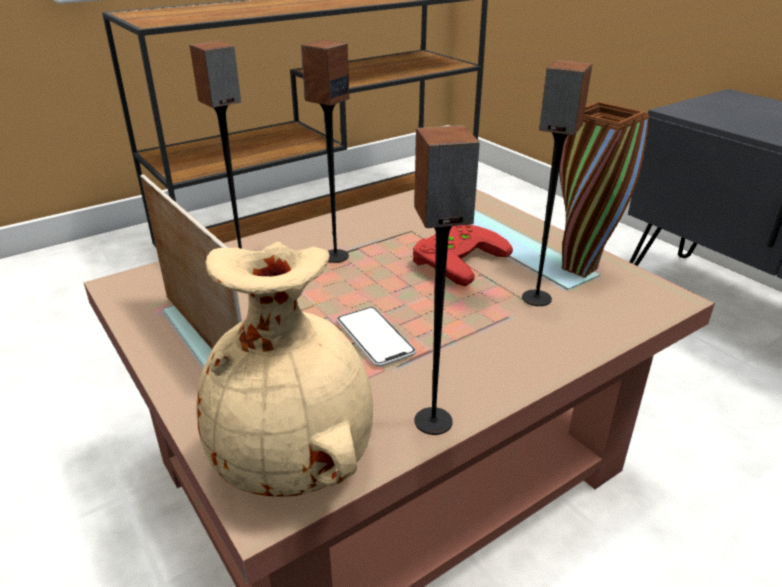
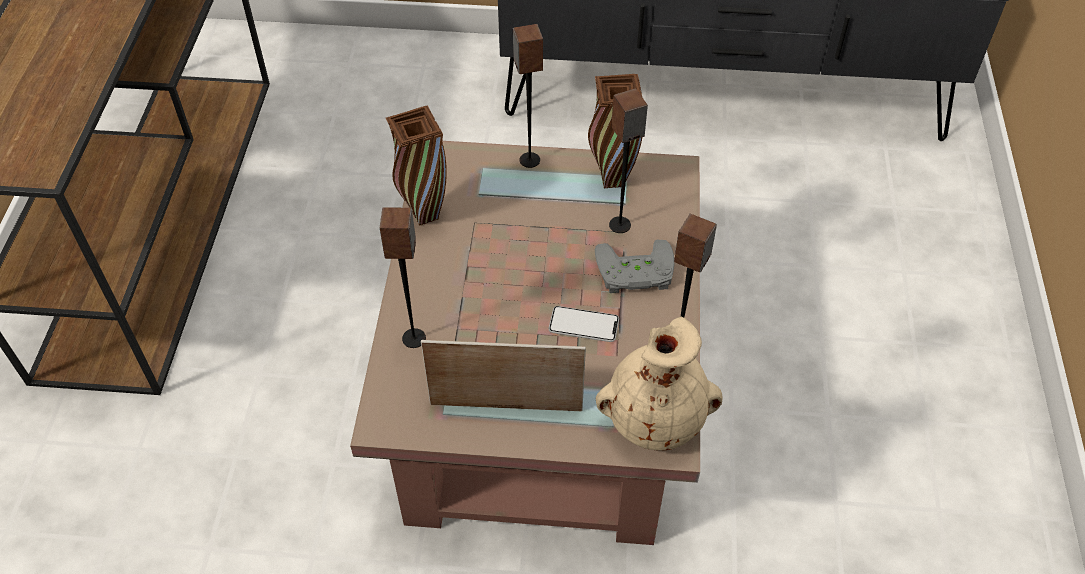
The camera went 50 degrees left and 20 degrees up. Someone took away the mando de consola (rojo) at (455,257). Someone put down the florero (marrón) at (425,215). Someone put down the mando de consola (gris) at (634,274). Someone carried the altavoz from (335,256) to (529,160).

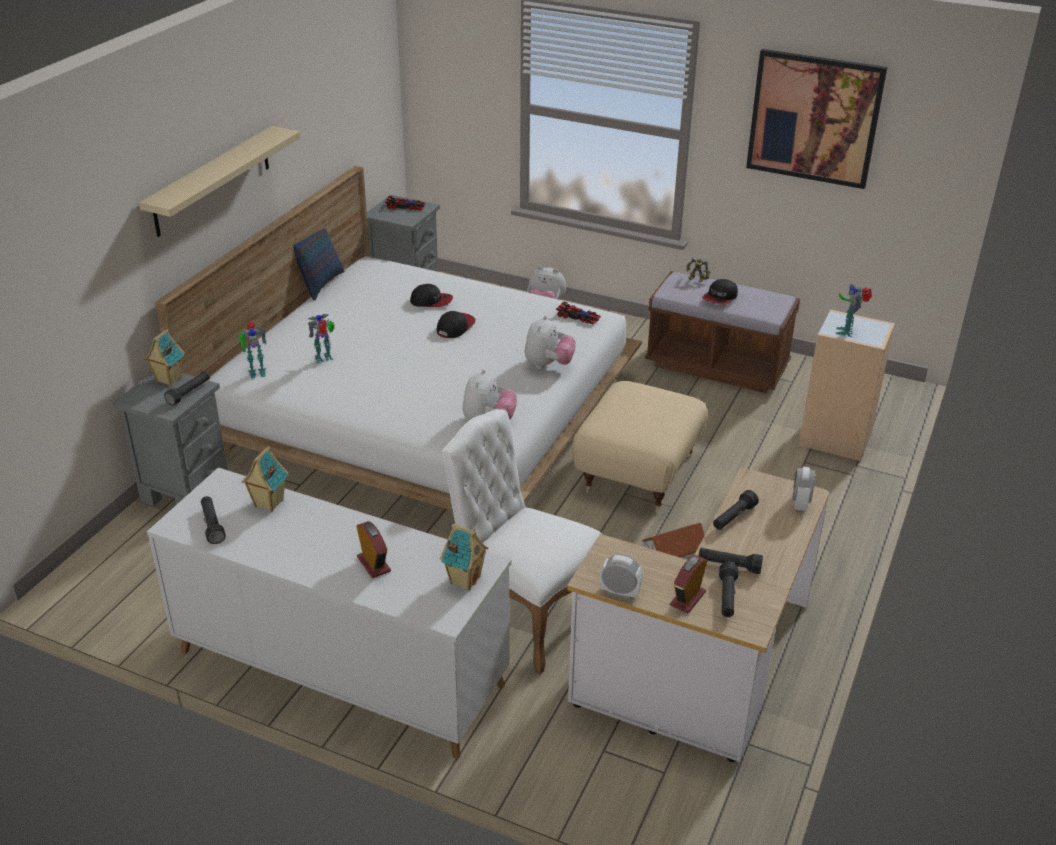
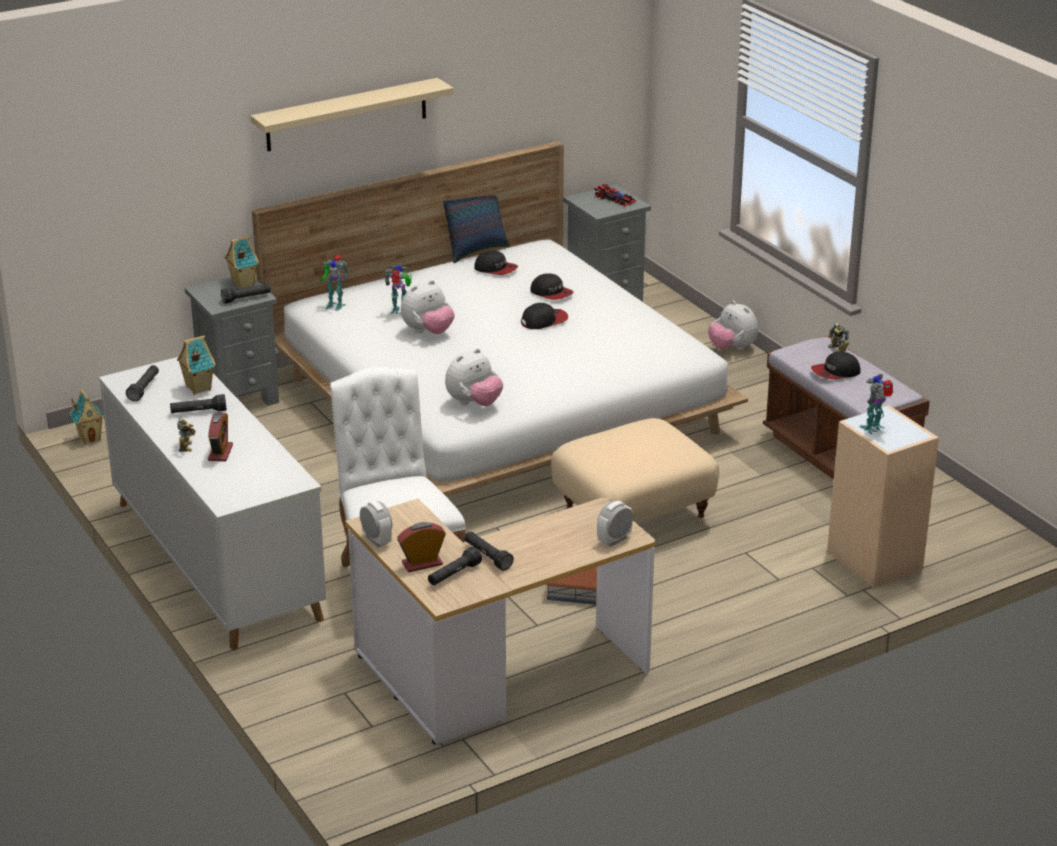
The camera went 35 degrees right and 5 degrees down. Someone took away the coche de juguete at (578,316). Someone took away the cuadro at (814,118). Someone put down the robot de juguete at (187,446). Someone put down the gorra at (496,269). Someone carried the casita from (464,579) to (90,438). Someone carried the peluche from (548,365) to (428,332). Someone carried the linterna (negro) from (733,518) to (198,412).

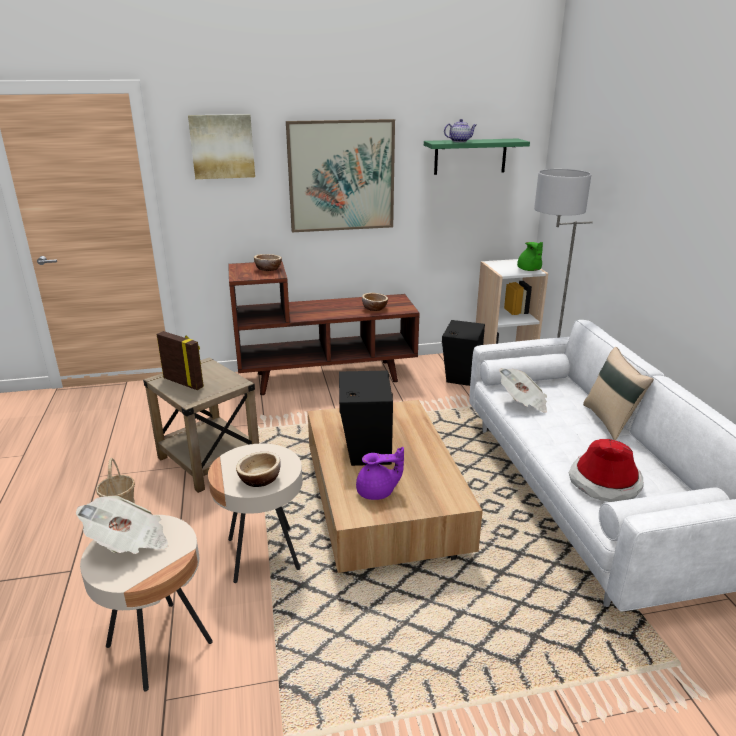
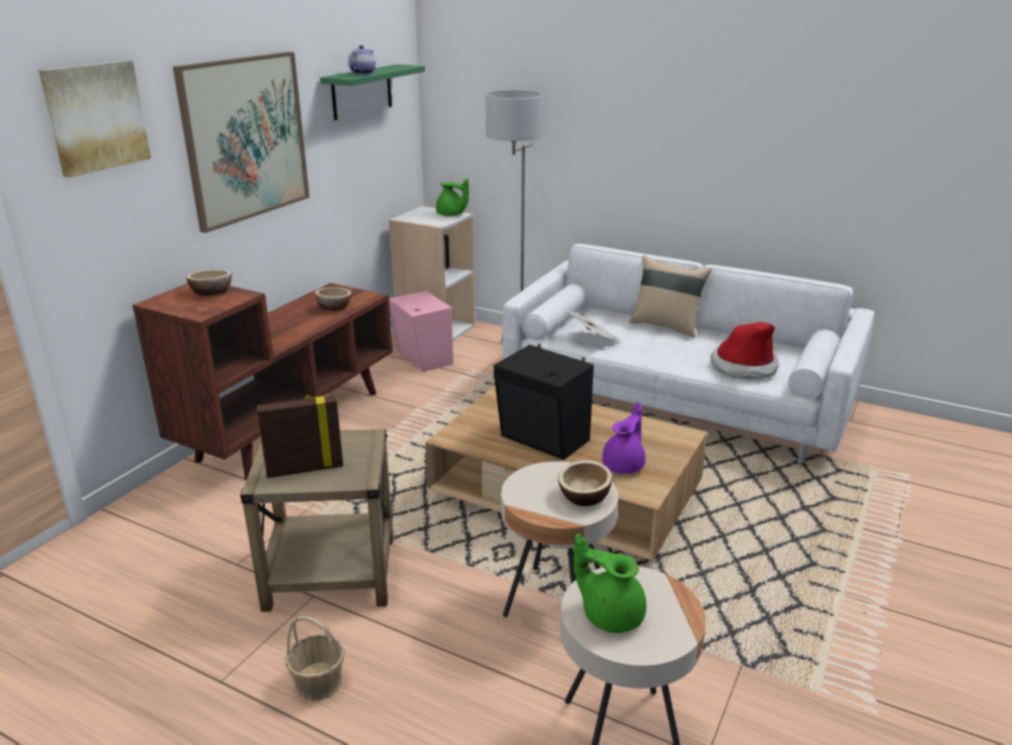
The camera went 50 degrees left and 0 degrees up. Someone swapped the periódico at (129,542) for the tetera (verde) at (610,614). Someone repainted the altavoz (negro) at (461,374), which became the altavoz (rosa) at (423,359).

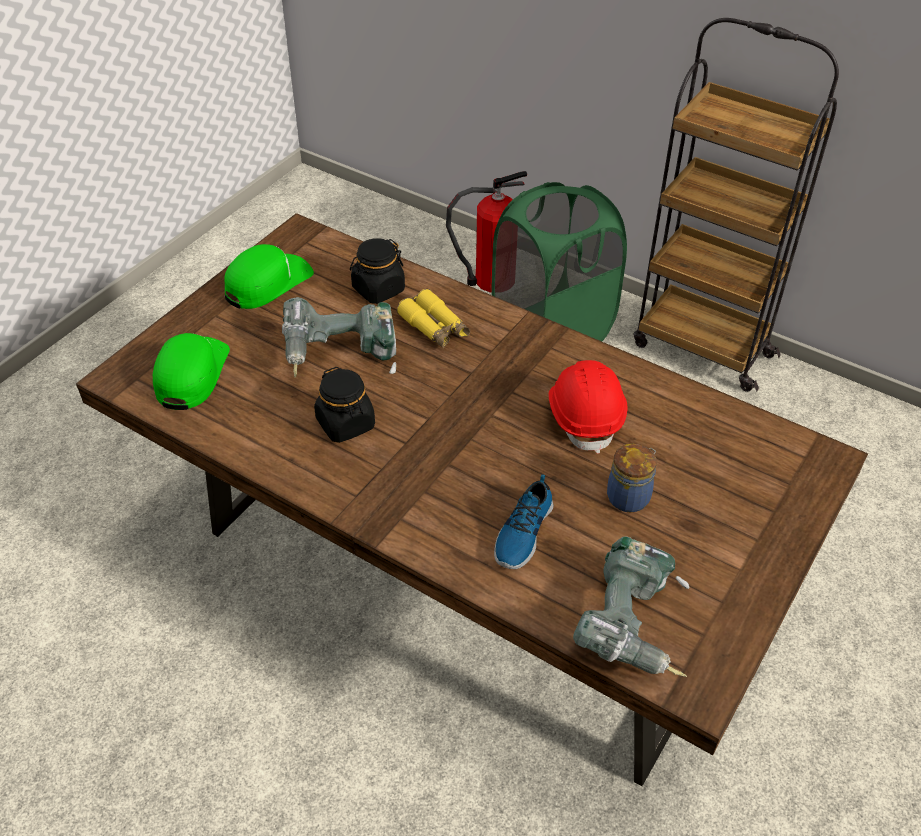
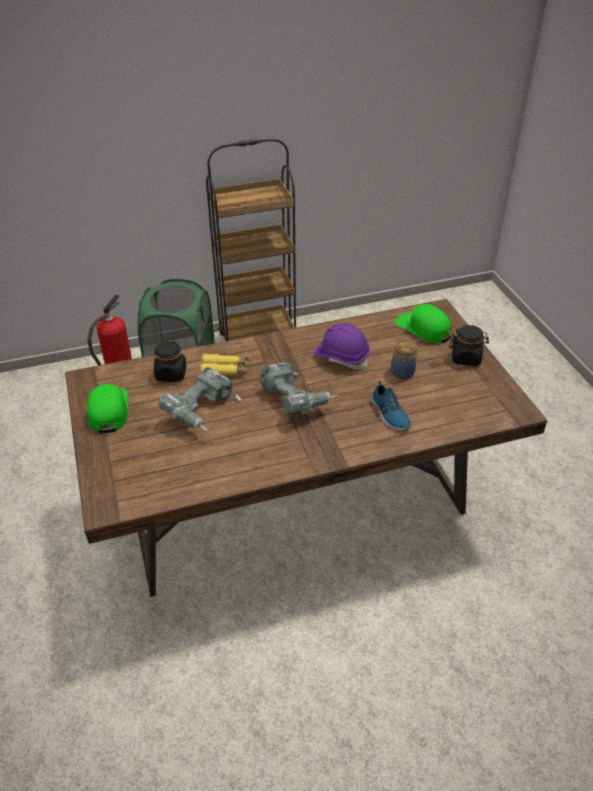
The camera went 50 degrees left and 5 degrees down. Someone carried the gorra (verde) from (191,374) to (423,328). Someone carried the tarro (negro) from (346,424) to (466,358). Someone carried the taladro from (635,626) to (296,400). Someone repainted the casco (rojo) at (585,416), which became the casco (morado) at (341,357).

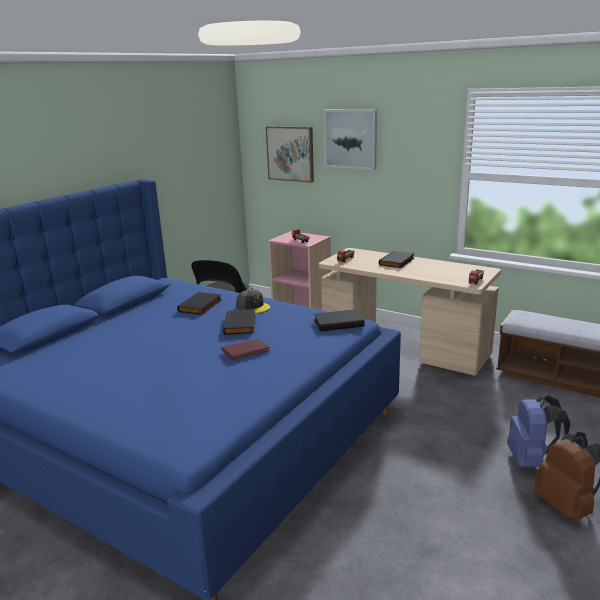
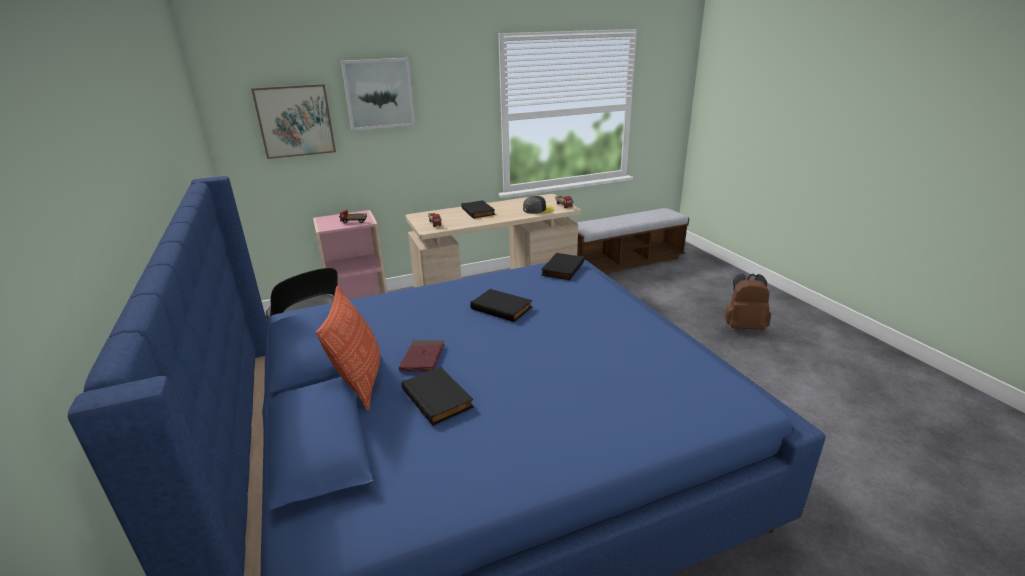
The camera went 55 degrees left and 5 degrees up. Someone took away the mochila (azul) at (531,461). Someone put down the cojín (naranja) at (360,382). Someone carried the libro (negro) from (201,306) to (439,398). Someone carried the libro (rojo) from (246,351) to (422,358). Someone carried the gorra (gris) from (253,306) to (537,210).

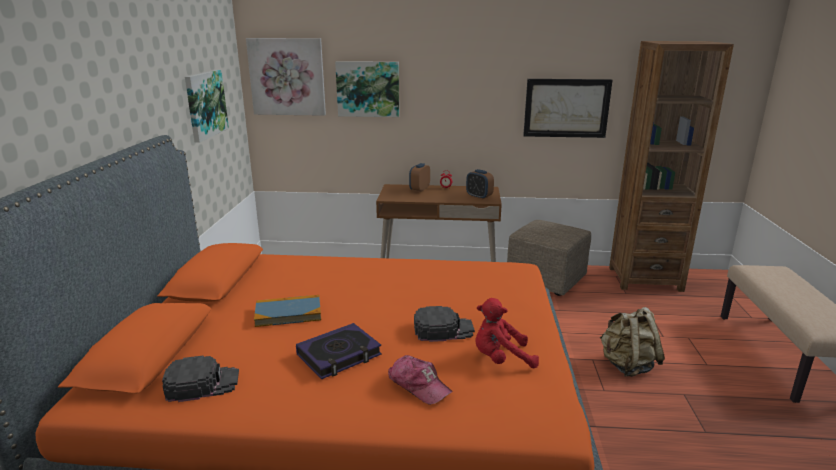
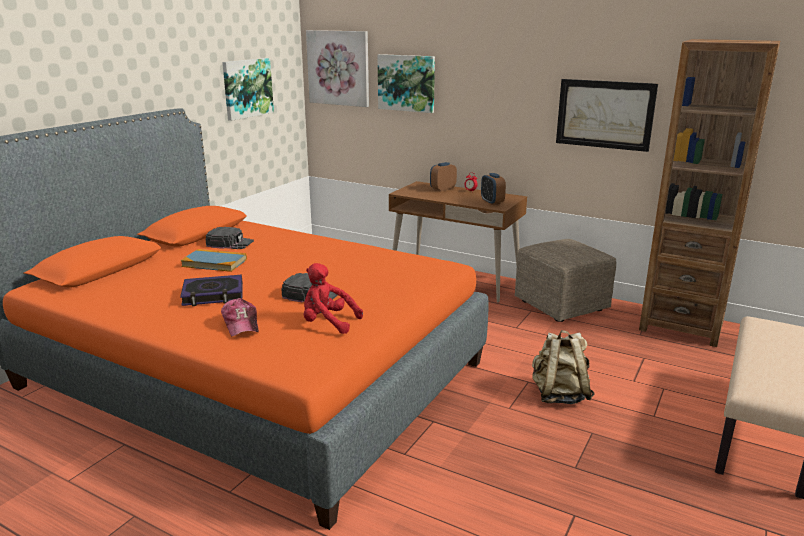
The camera went 25 degrees right and 0 degrees up. Someone carried the gorra (negro) from (202,383) to (230,243).

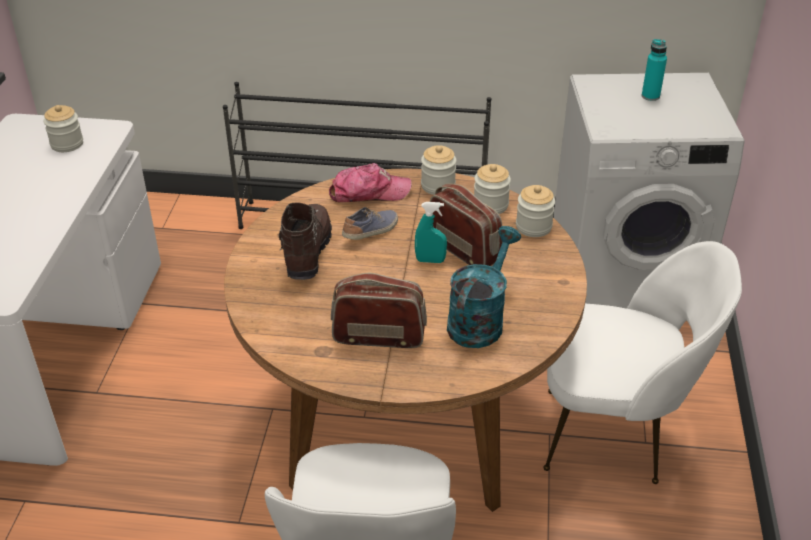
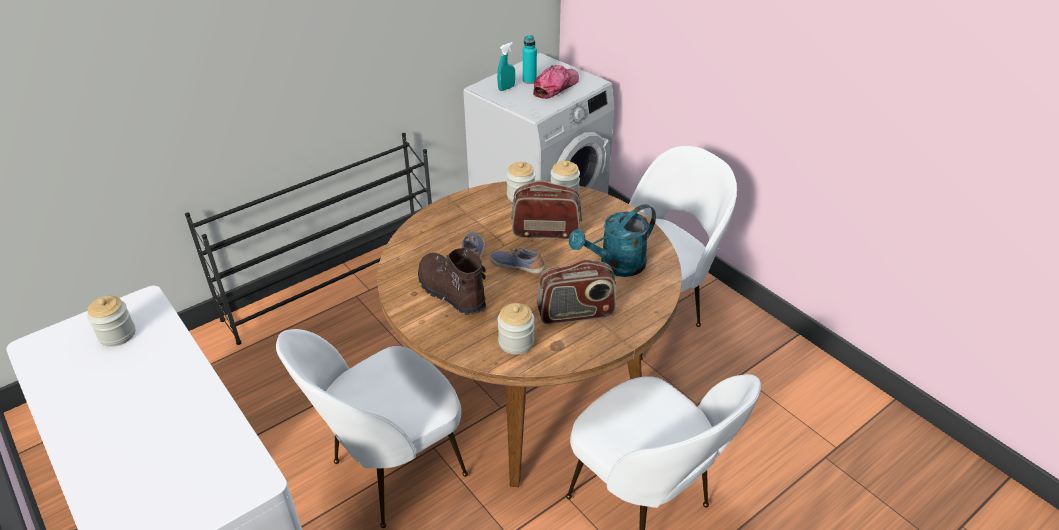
The camera went 45 degrees left and 0 degrees up. Someone put down the silla (blanco) at (390,474). Someone put down the zapato at (517,266). Someone carried the gorra from (369,192) to (555,87). Someone carried the pulverizador (turquesa) from (430,260) to (506,88). Someone carried the tarro from (438,186) to (516,342). Someone rotated the radio at (379,336) by 150 degrees counterclockwise. Someone rotated the regadera (turquesa) at (479,320) by 105 degrees counterclockwise.

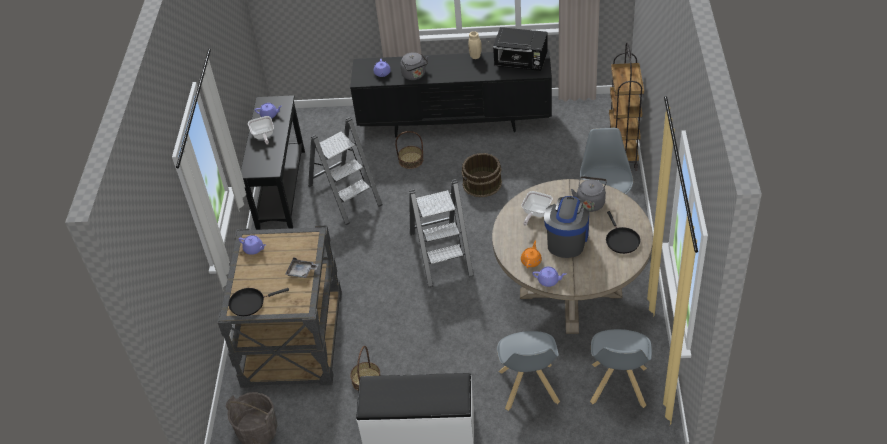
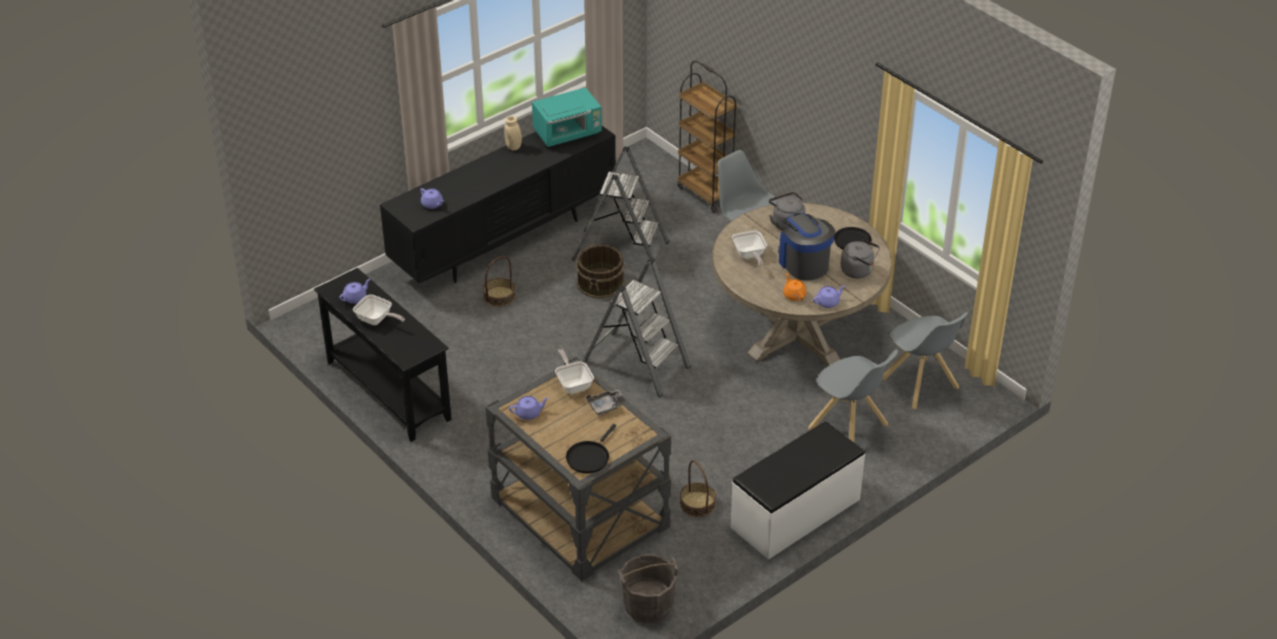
The camera went 45 degrees left and 5 degrees down. Someone put down the sartén at (573,383). Someone carried the escalera de tijera (gris) from (344,194) to (619,250). Someone carried the hervidor (gris) from (415,75) to (858,271). Someone repainted the microondas (negro) at (521,62), which became the microondas (turquesa) at (568,134).

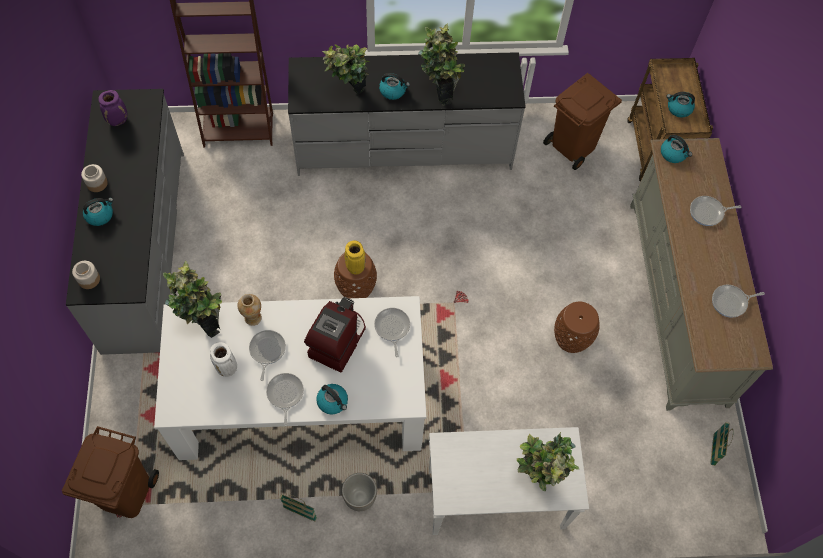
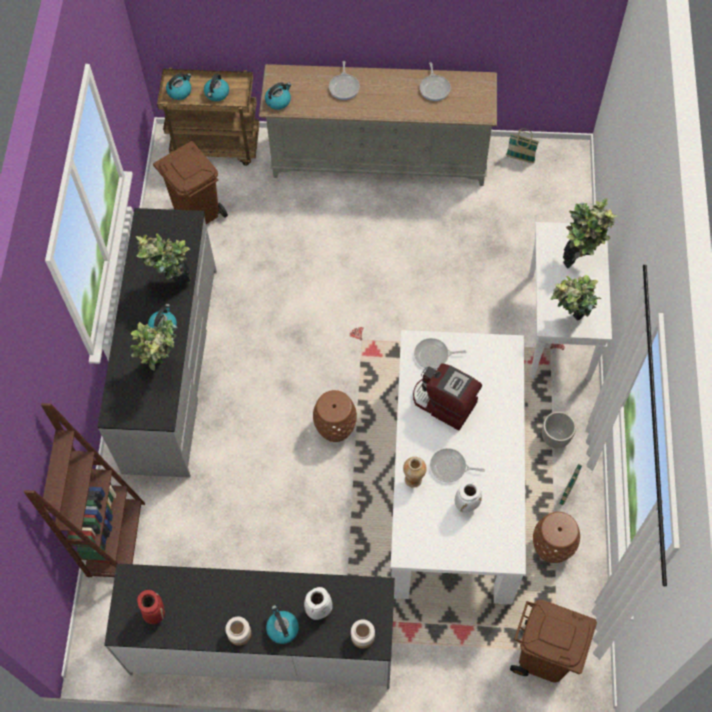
The camera went 80 degrees left and 0 degrees up. Someone took away the sartén at (285,394). Someone took away the florero (amarillo) at (355,267). Someone put down the florero (blanco) at (319,611). Someone carried the planta en maceta from (203,322) to (568,322). Someone carried the hervidor from (333,402) to (179,91). Someone carried the taburete (marrón) from (571,338) to (552,546). Someone repainted the florero (morado) at (118,120), which became the florero (rojo) at (154,613).

